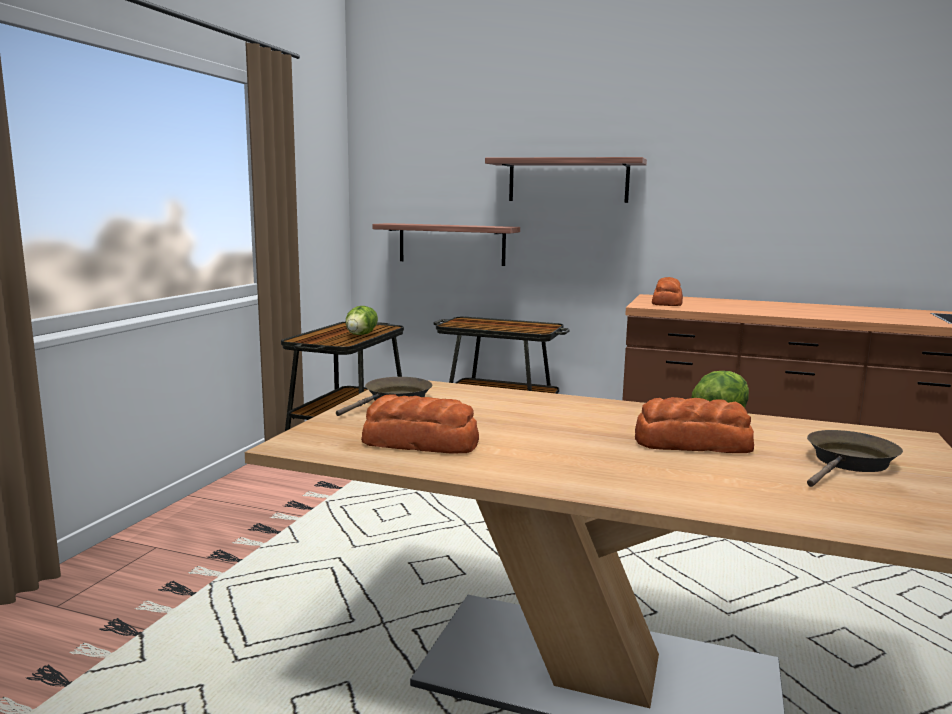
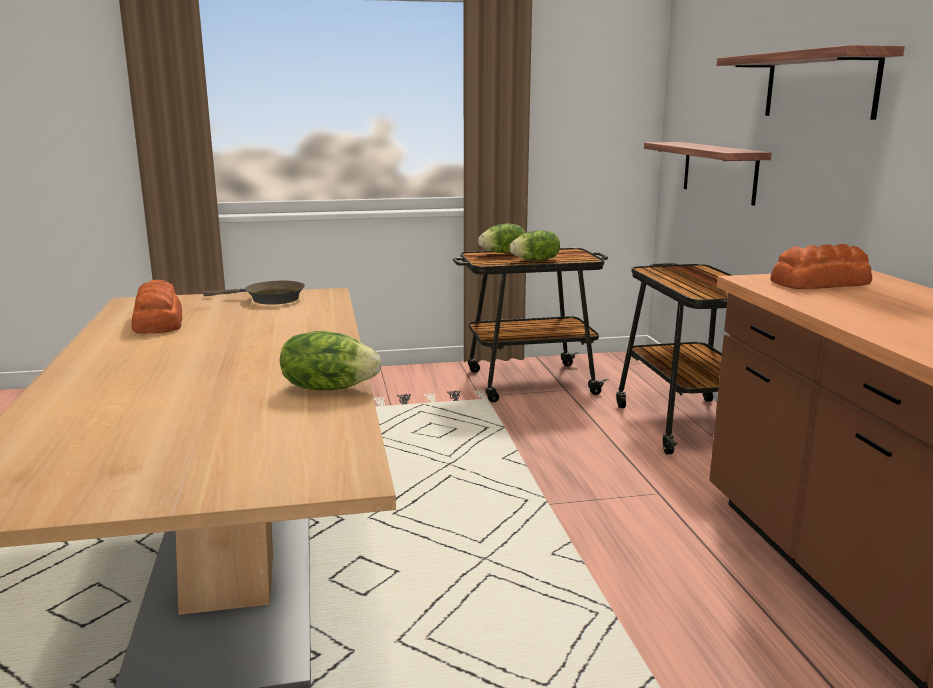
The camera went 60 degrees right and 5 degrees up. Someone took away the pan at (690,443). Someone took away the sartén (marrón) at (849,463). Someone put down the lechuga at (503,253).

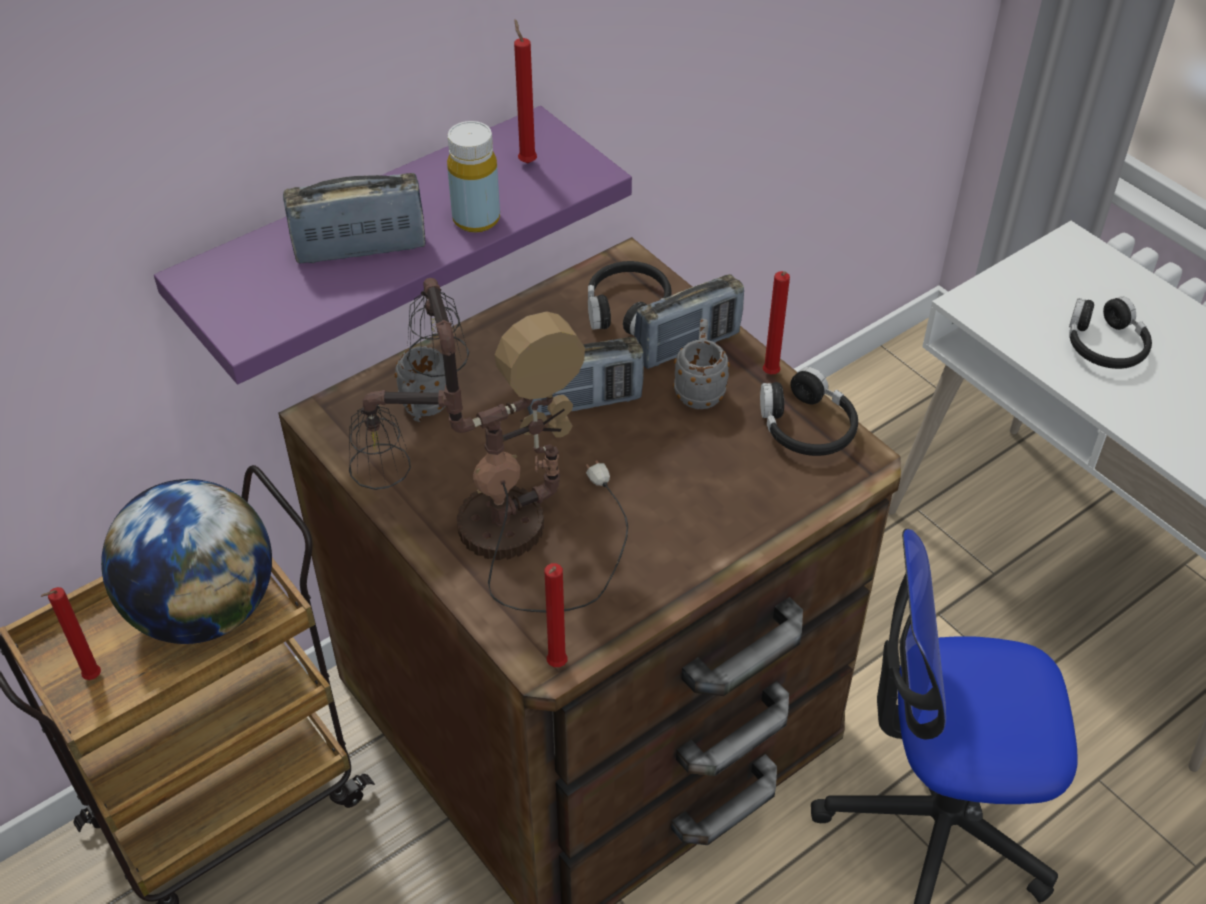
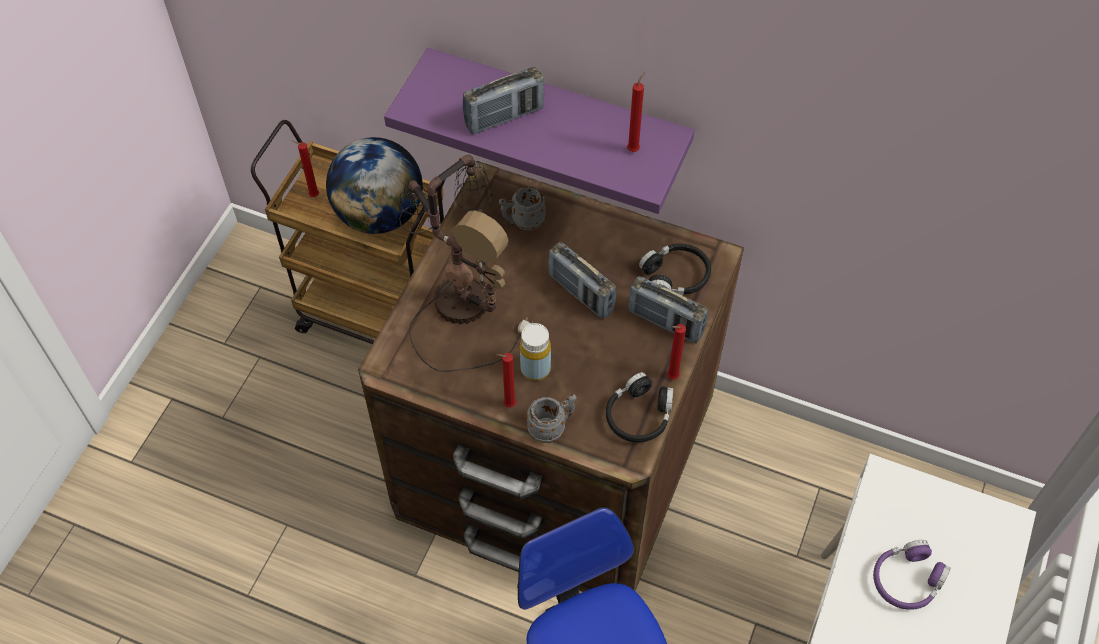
The camera went 60 degrees right and 10 degrees up. Someone carried the botella (amarillo) from (476,219) to (535,368). Someone carried the vela (rojo) from (556,667) to (507,405). Someone carried the taza grande (gris) from (699,389) to (552,427). Someone repainted the auriculares (negro) at (1104,345), which became the auriculares (morado) at (907,580). Someone rotated the radio at (360,249) by 105 degrees clockwise.

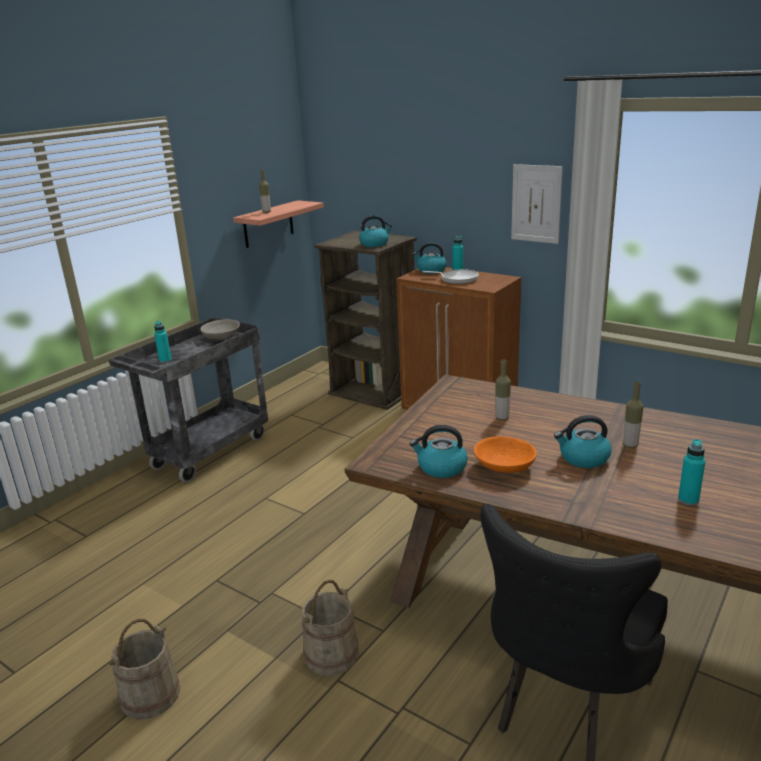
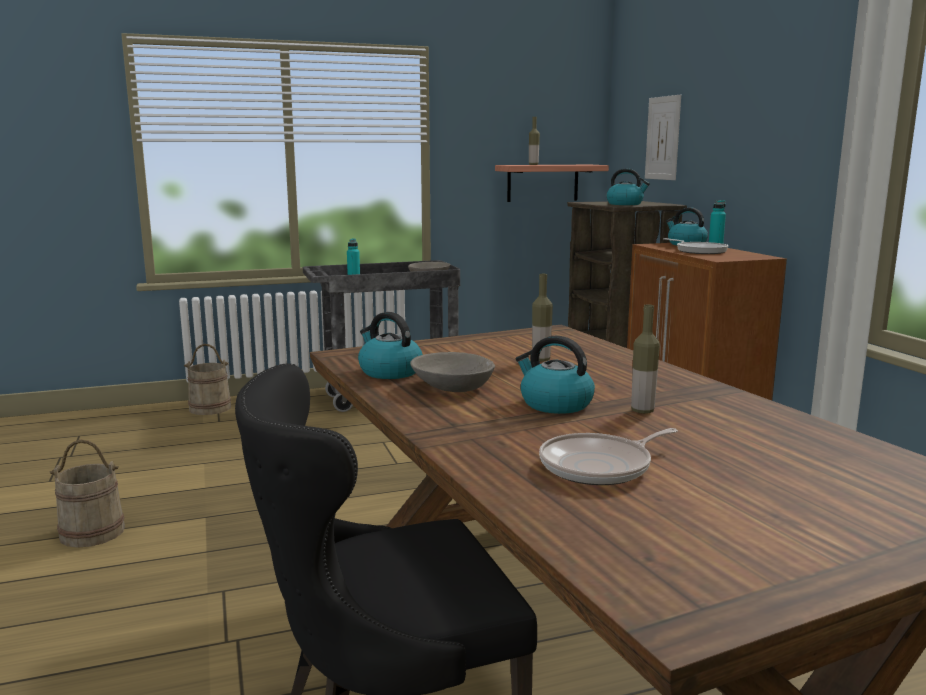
The camera went 35 degrees right and 10 degrees down. Someone carried the cubo (beis) from (331,653) to (210,408). Someone carried the cuadro from (536,203) to (663,138). Someone swapped the botella (turquesa) at (688,500) for the sartén at (600,467). Someone repainted the cuenco (naranja) at (504,466), which became the cuenco (gris) at (452,386).

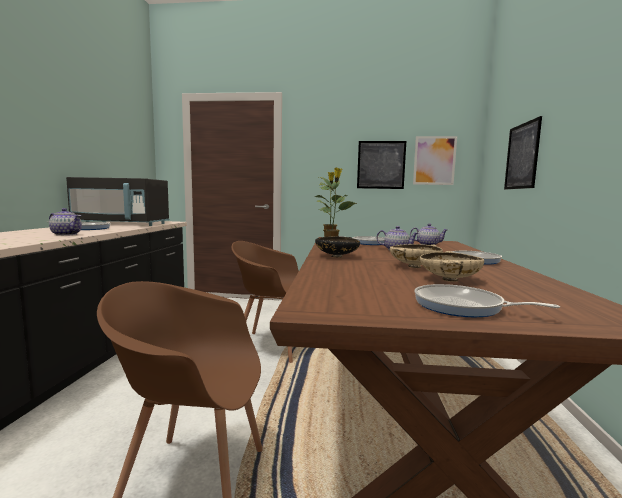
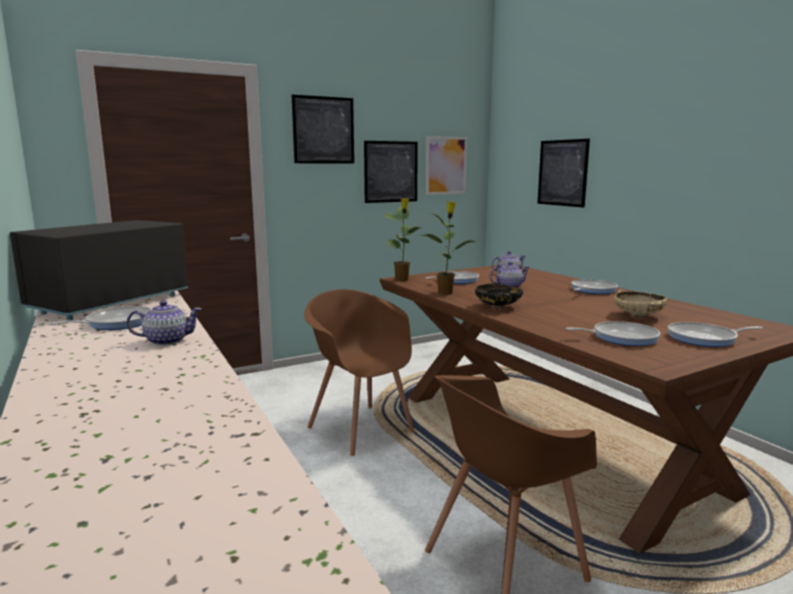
The camera went 35 degrees left and 5 degrees up. Someone took away the cuenco (beis) at (414,267). Someone put up the cuadro at (323,130). Someone put down the sartén at (621,337). Someone rotated the microondas (negro) at (122,224) by 150 degrees clockwise. Someone rotated the silla (marrón) at (269,347) by 75 degrees clockwise.

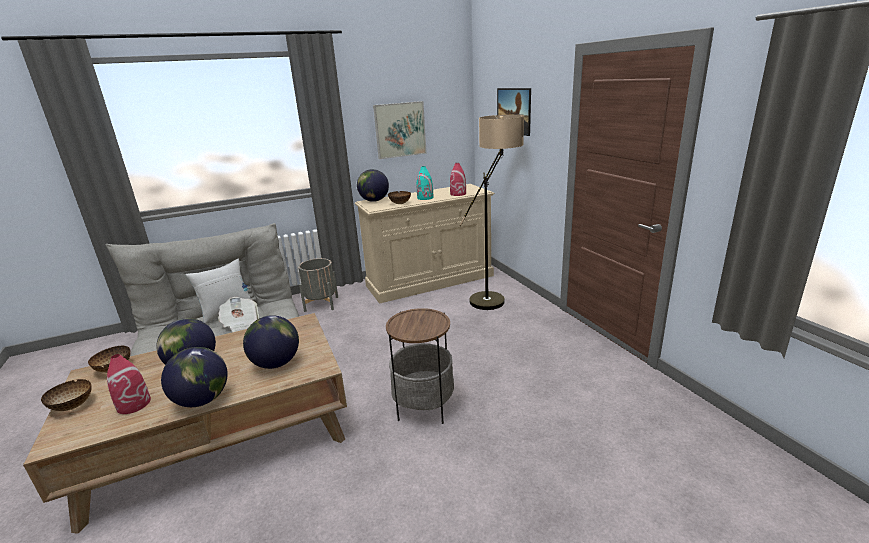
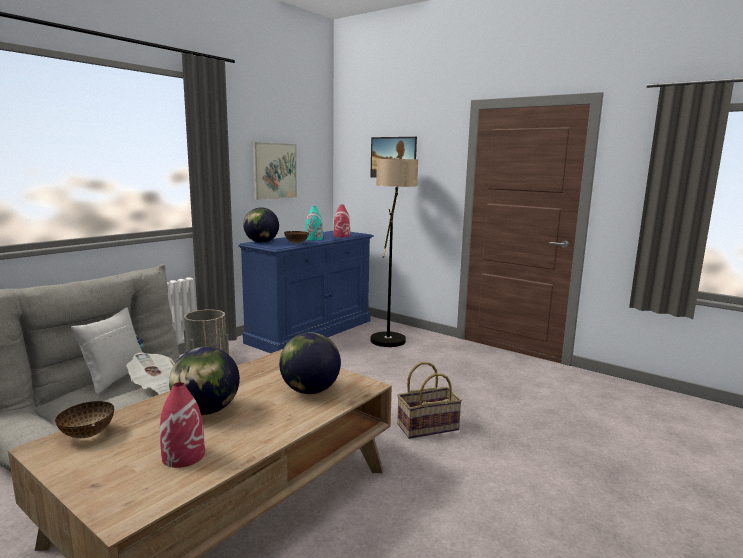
The camera went 30 degrees left and 10 degrees down. Someone took away the cuenco at (73,406). Someone took away the globo terráqueo at (203,400). Someone swapped the mesa auxiliar at (424,407) for the cesta at (427,426). Someone repainted the armario (beis) at (431,281), which became the armario (azul) at (312,331).

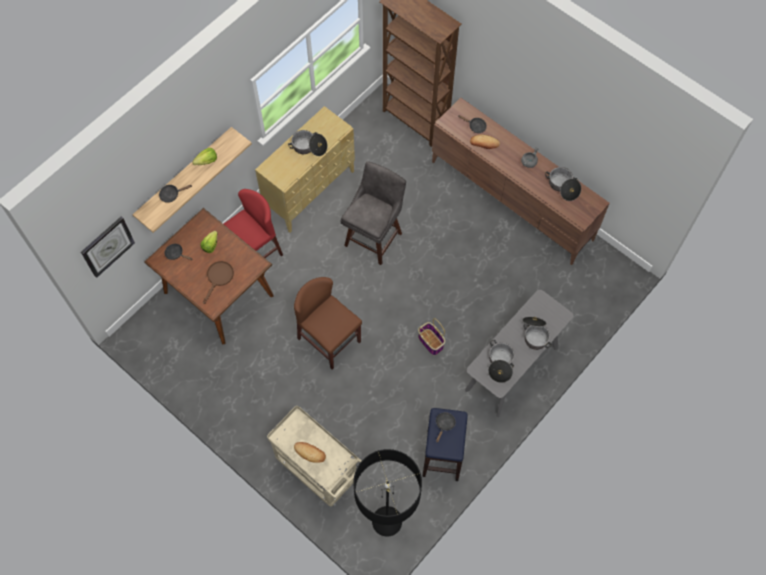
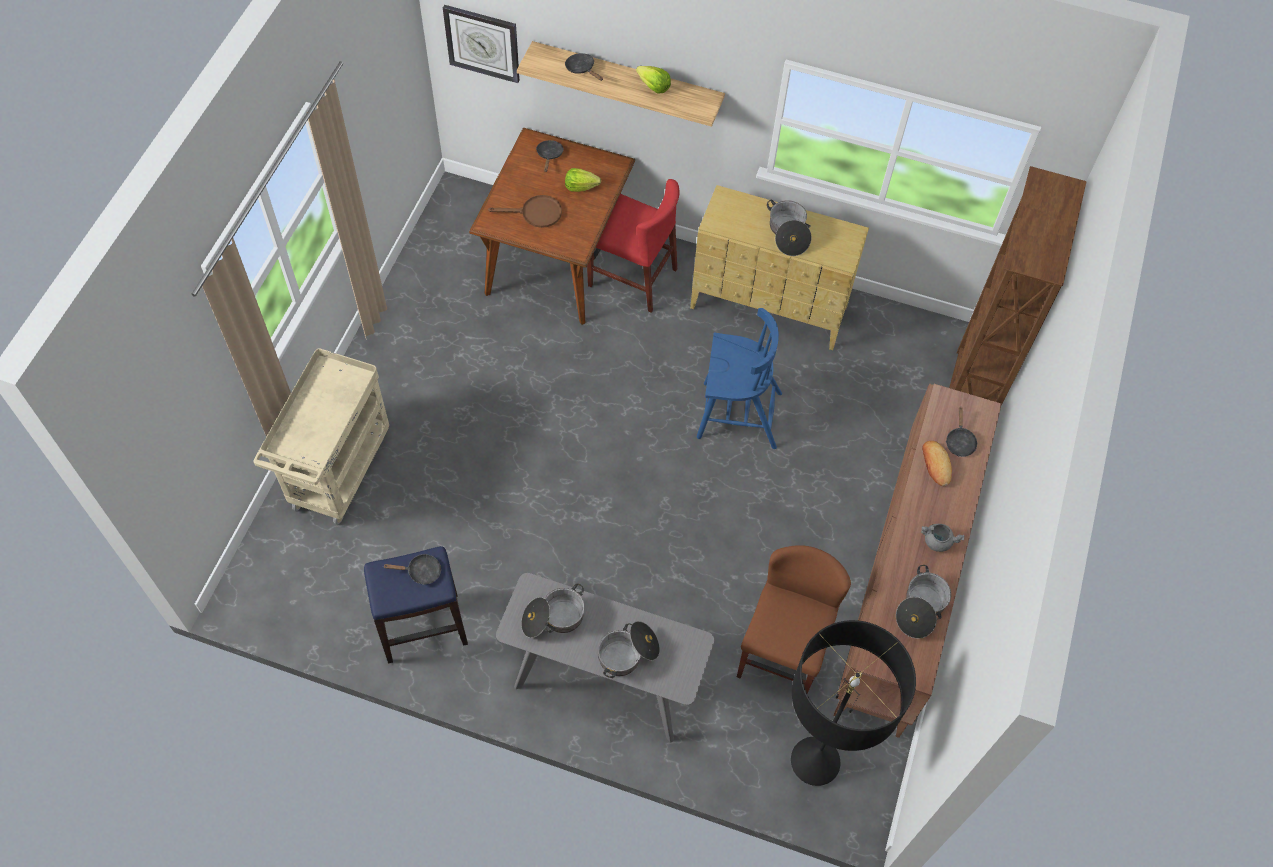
The camera went 65 degrees right and 5 degrees down. Someone took away the pan at (310,453). Someone took away the cesta at (431,342). Someone carried the silla (marrón) from (329,340) to (782,653). Someone carried the lámpara de pie (negro) from (387,522) to (814,763). Someone swapped the taburete (gris) at (374,237) for the silla (azul) at (737,415).

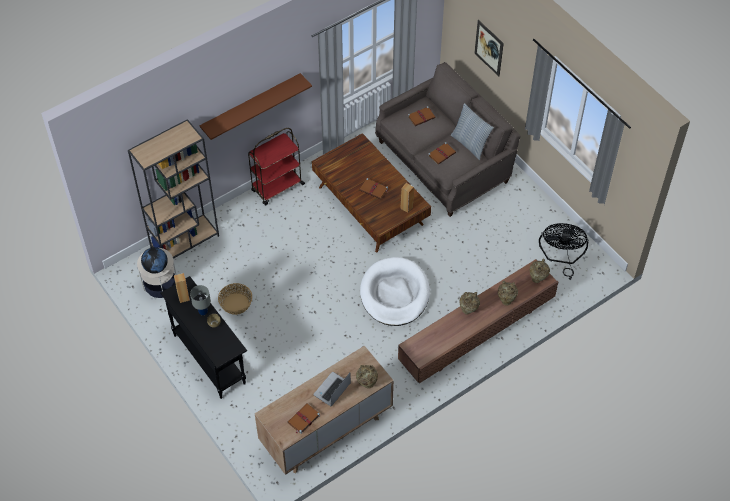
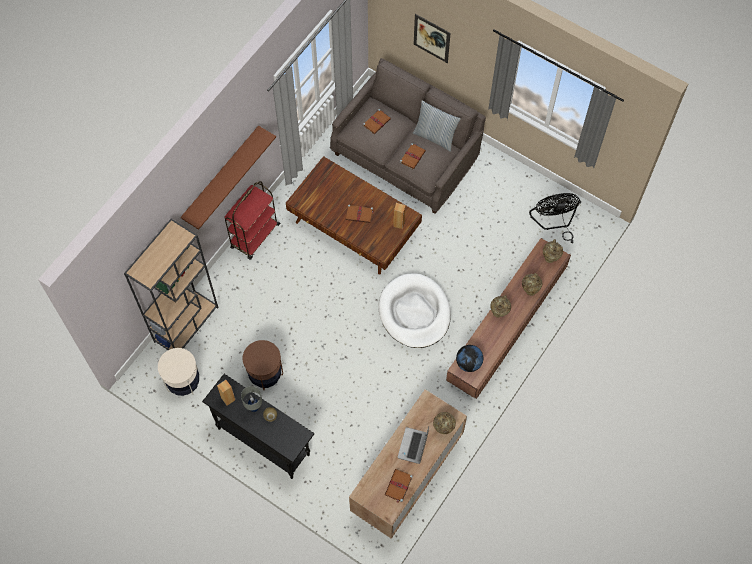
The camera went 20 degrees left and 10 degrees up. Someone carried the globo terráqueo from (156,267) to (468,363). Someone swapped the cesta at (235,304) for the mesa auxiliar (marrón) at (265,374).

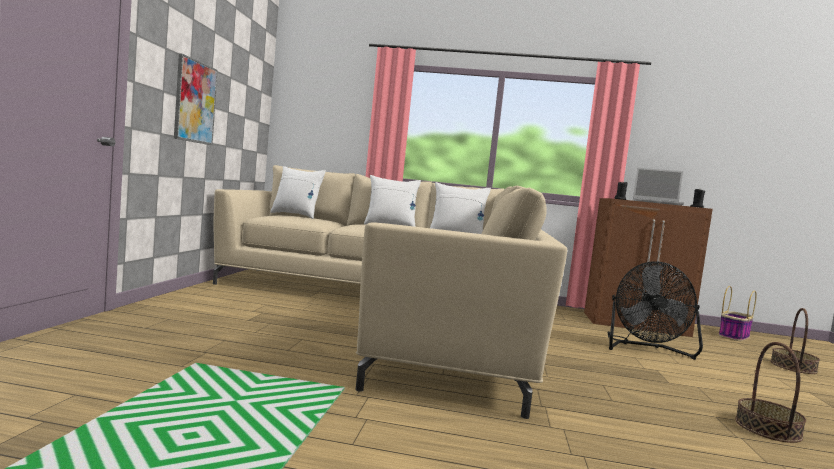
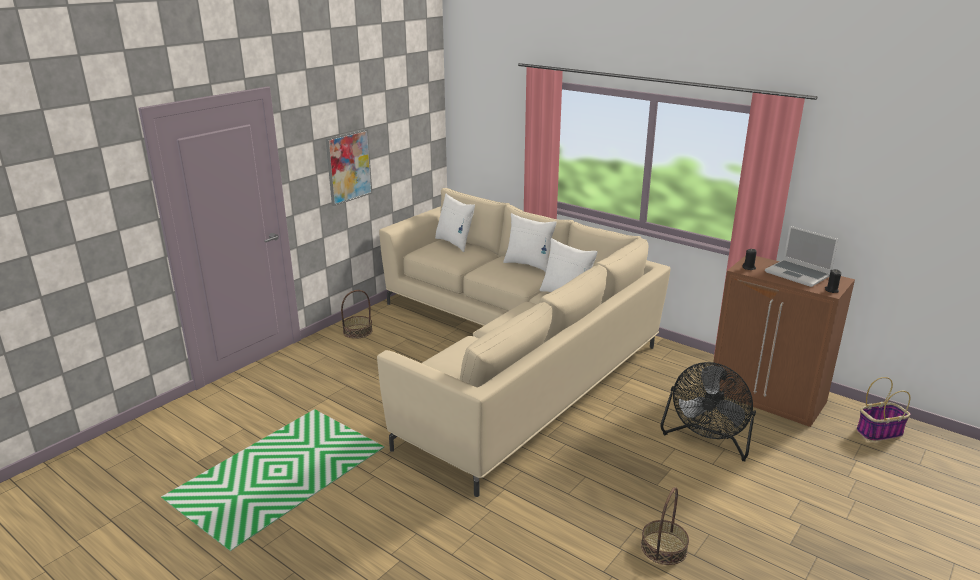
The camera went 30 degrees right and 20 degrees up. Someone carried the cesta from (793,367) to (357,331).

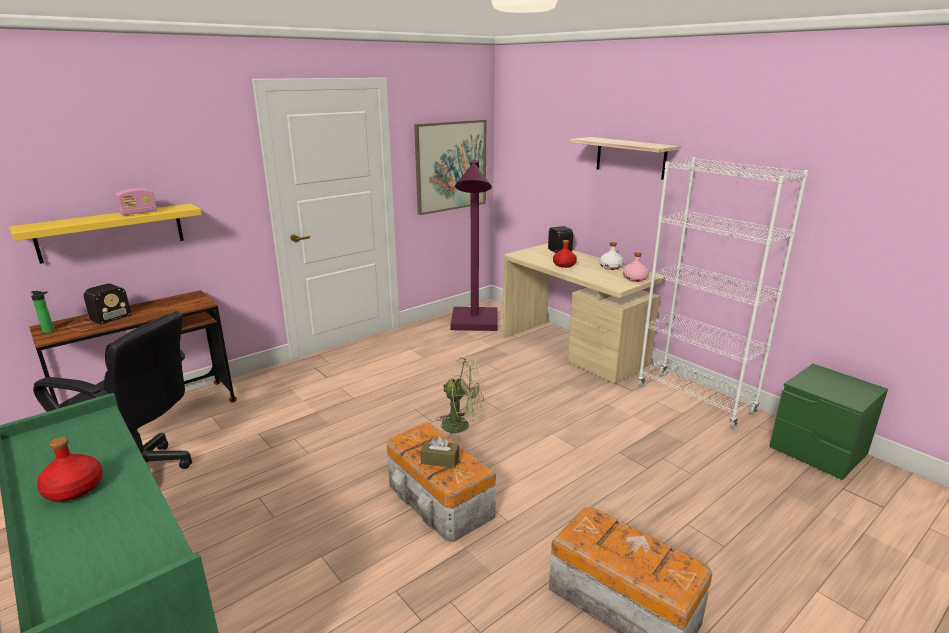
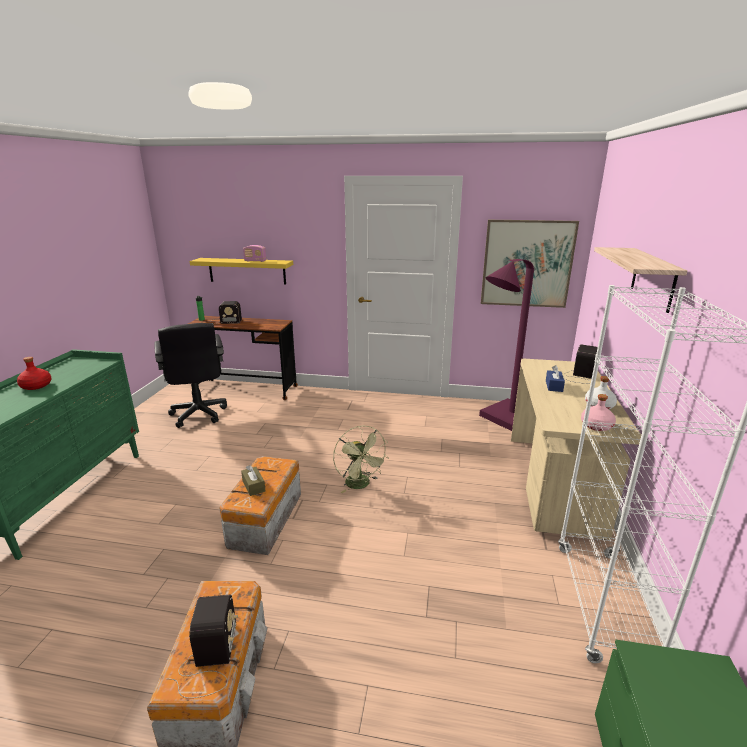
The camera went 50 degrees right and 0 degrees up. Someone put down the radio at (209,660). Someone swapped the botella (rojo) at (564,265) for the caja de pañuelos (azul) at (554,386).

